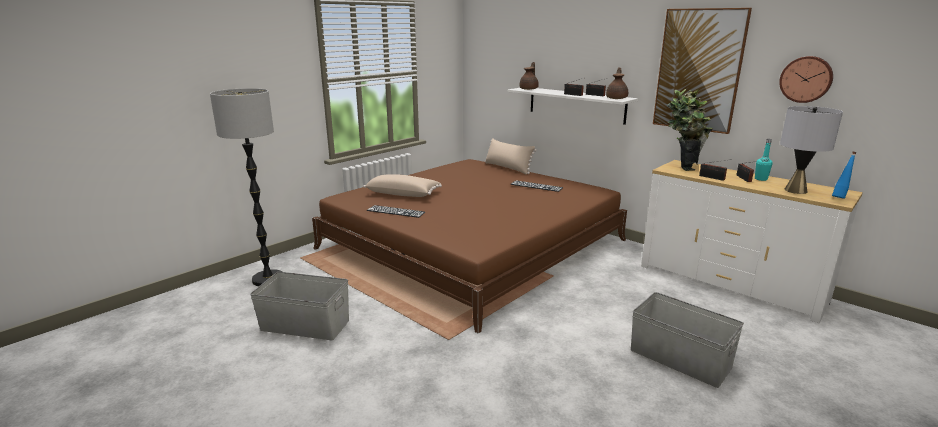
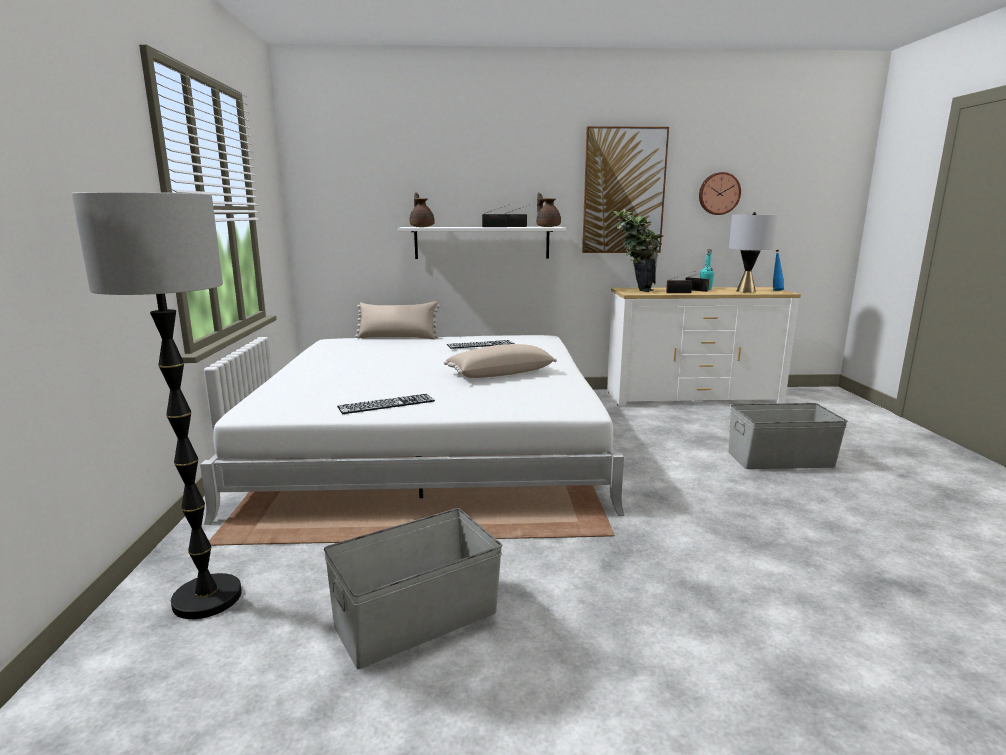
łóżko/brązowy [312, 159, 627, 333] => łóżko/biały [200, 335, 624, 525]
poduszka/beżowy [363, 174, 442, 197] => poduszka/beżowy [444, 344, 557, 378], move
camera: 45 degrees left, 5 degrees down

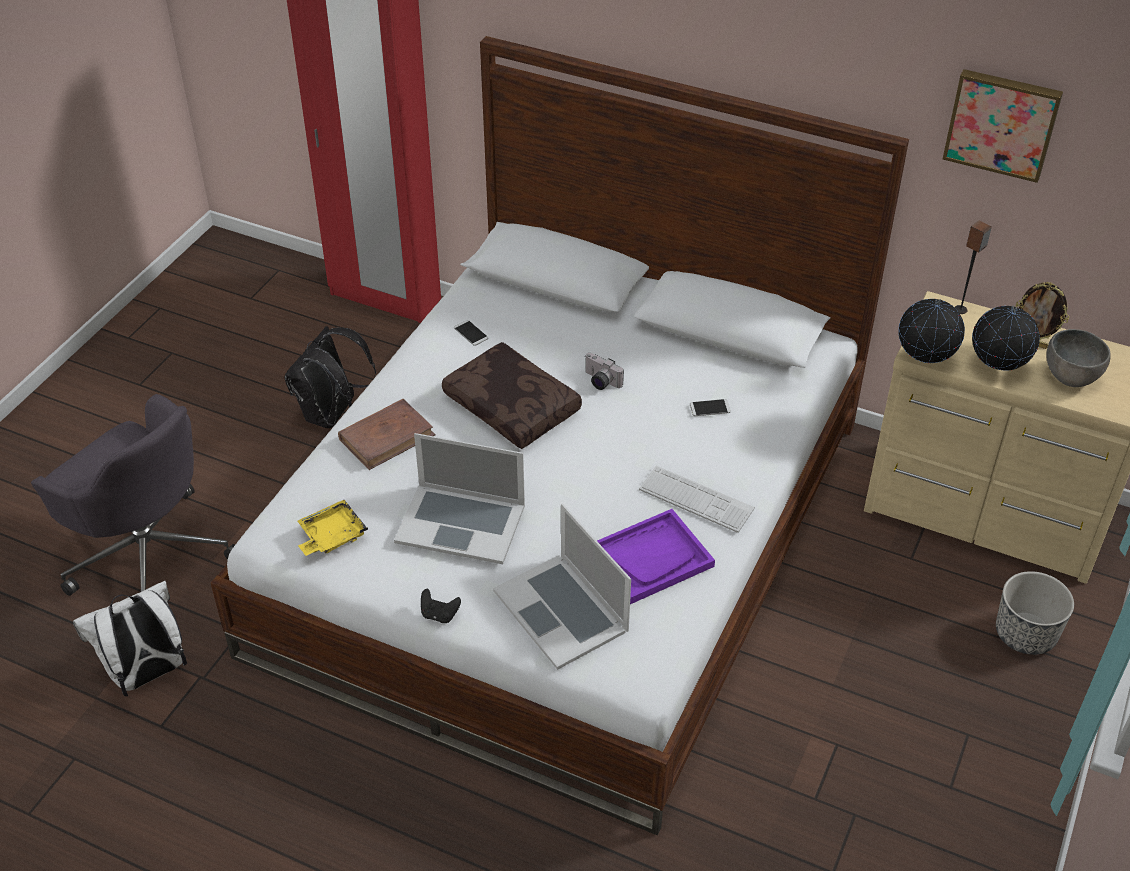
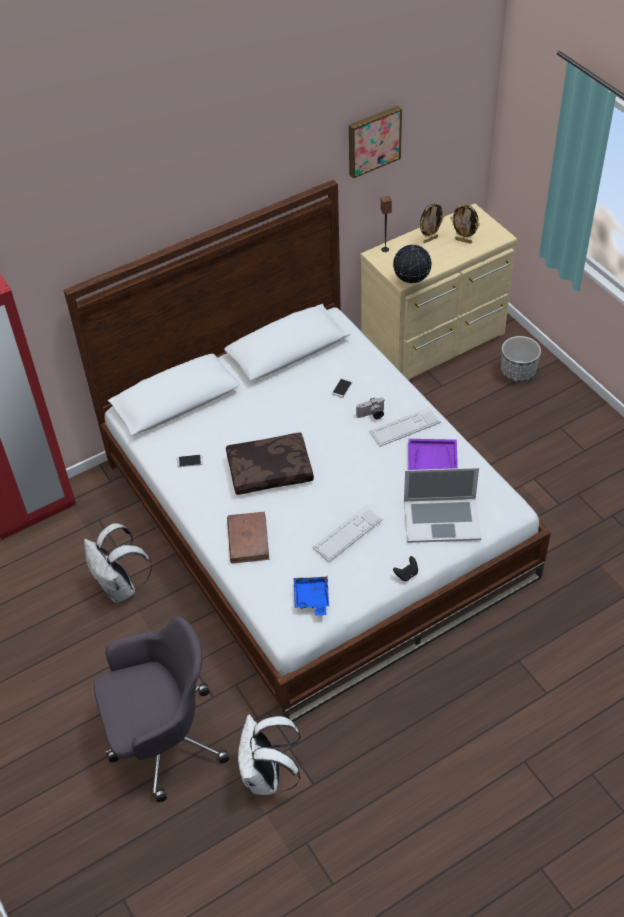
plecak/czarny [284, 326, 376, 428] => plecak/biały [84, 523, 152, 603]
taca/żółty [298, 500, 368, 556] => taca/niebieski [294, 577, 329, 616]
laptop [394, 433, 525, 564] => klawiatura [313, 505, 383, 562]
aparat fotograficzny [585, 353, 624, 390] => aparat fotograficzny [356, 398, 385, 419], move
globus [972, 306, 1040, 371] => nothing
miska/szary [1046, 329, 1111, 387] => ramka na zdjęcie [451, 204, 480, 244]
camera: 55 degrees left, 5 degrees up

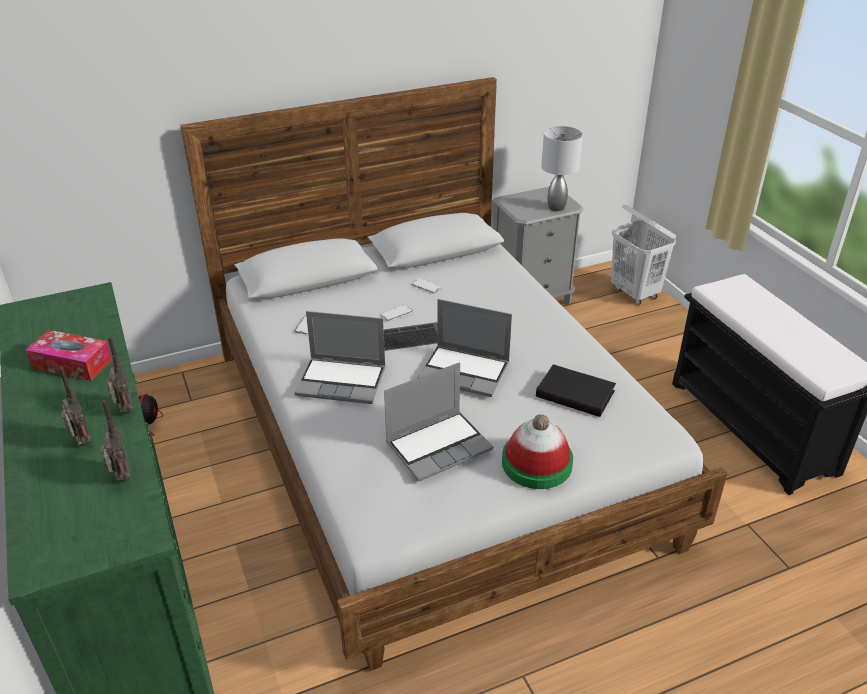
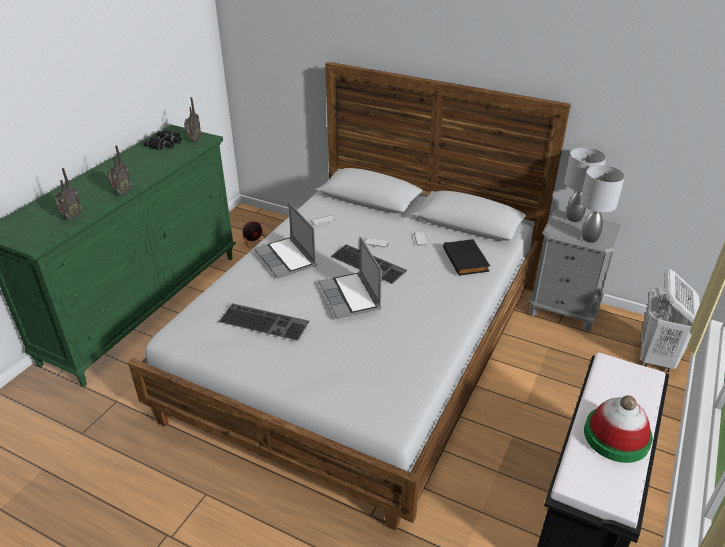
pudełko chusteczek [26, 330, 112, 381] => nothing
radio [59, 367, 91, 445] => radio [184, 97, 201, 142], move
laptop [384, 362, 493, 481] => klawiatura [219, 303, 309, 341]
kapelusz [502, 414, 573, 489] => kapelusz [584, 395, 653, 463], move
książka/czarny [536, 364, 616, 417] => książka/czarny [443, 239, 490, 276], move
nothing => lornetka/czarny [144, 129, 182, 150]
nothing => lampa stołowa/szary [564, 148, 606, 222]
camera: 50 degrees right, 0 degrees up

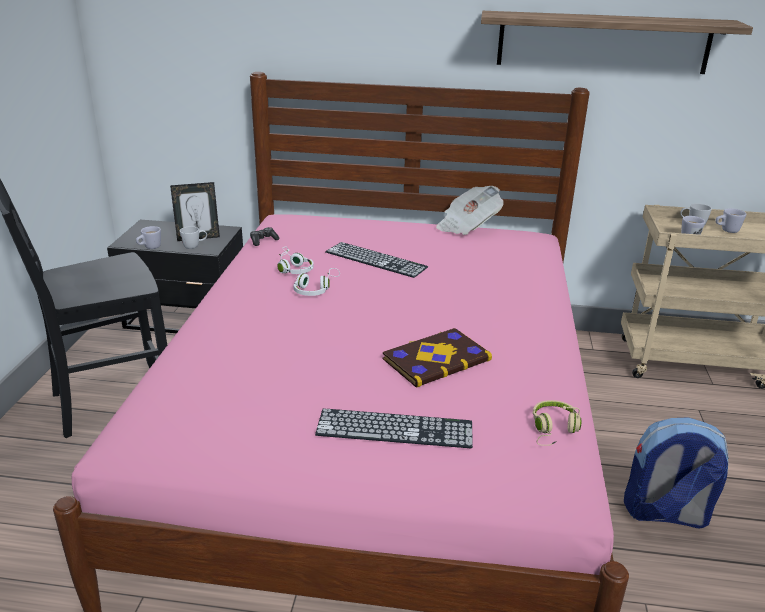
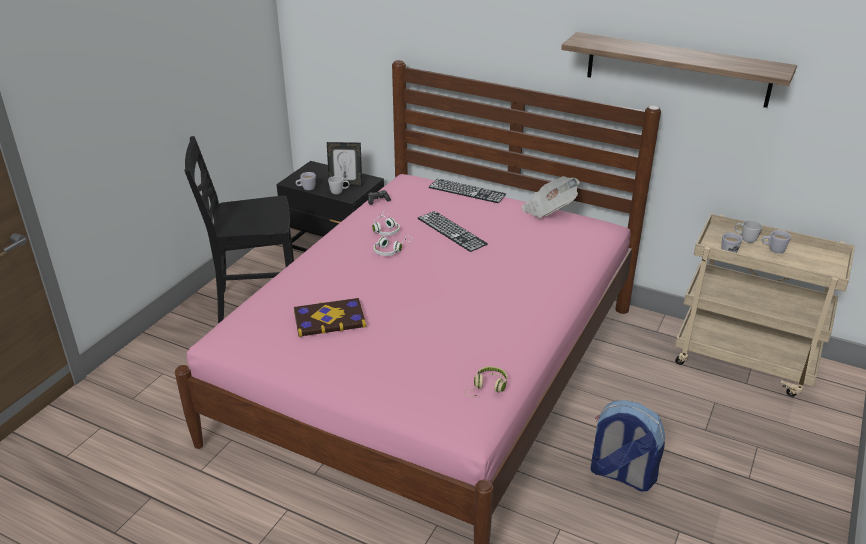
klawiatura [315, 409, 473, 448] => klawiatura [428, 179, 506, 203], move
książka [383, 328, 492, 388] => książka [294, 298, 366, 337], move
camera: 20 degrees right, 5 degrees up

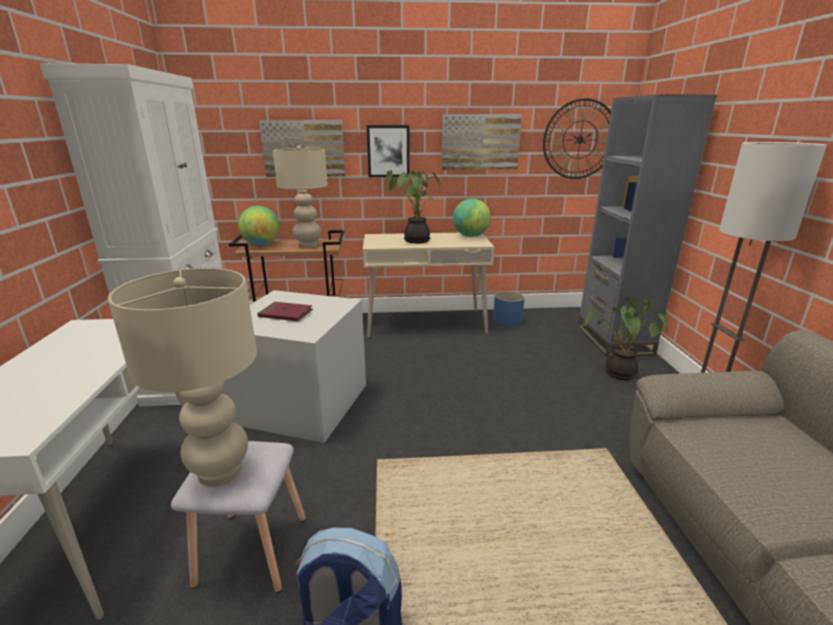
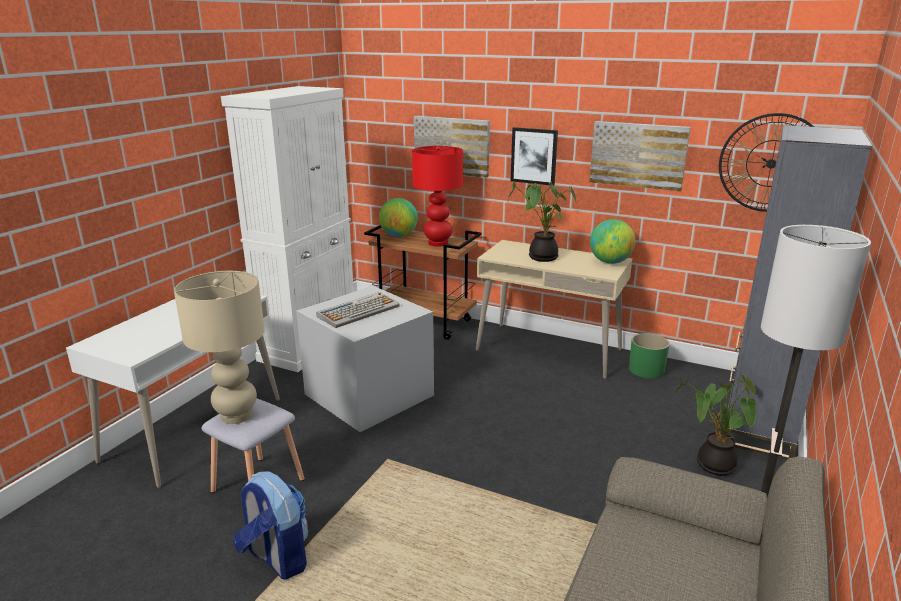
książka/czerwony [257, 302, 313, 322] => klawiatura [316, 292, 400, 328]
lampa stołowa/beżowy [273, 146, 328, 248] => lampa stołowa/czerwony [412, 146, 463, 247]
donica/niebieski [493, 291, 525, 326] => donica/zielony [629, 333, 669, 379]
camera: 30 degrees right, 0 degrees up

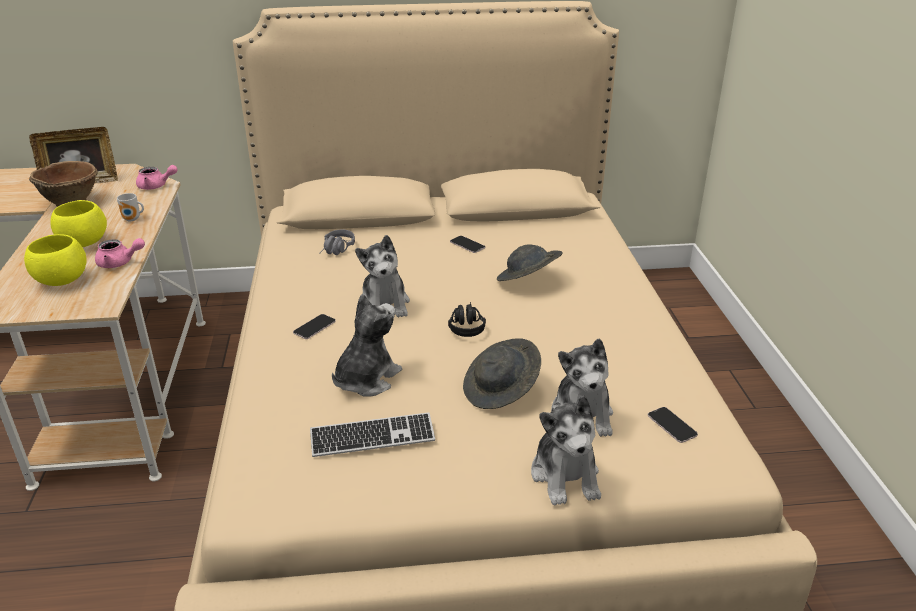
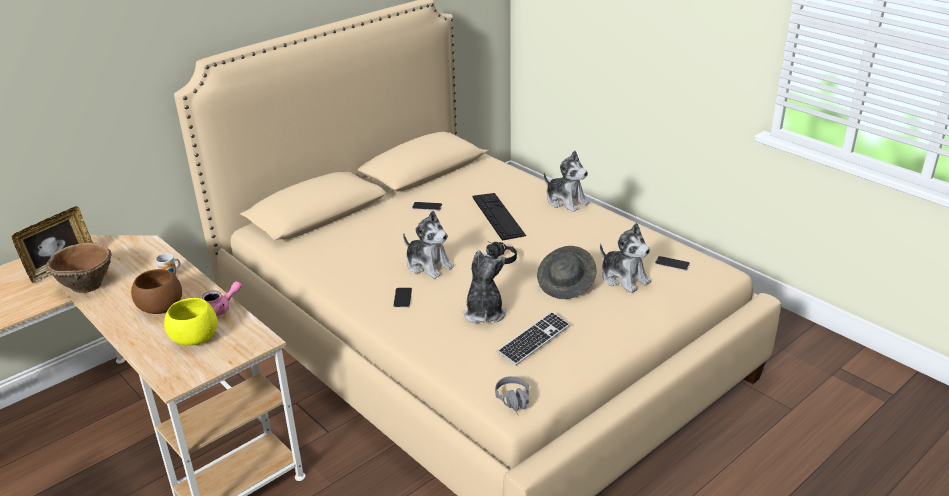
miska/żółty [50, 200, 107, 247] => miska/brązowy [131, 269, 182, 314]
imbryk/różowy [136, 165, 178, 190] => nothing
słuchawki/szary [319, 229, 355, 255] => słuchawki/szary [495, 376, 529, 416], move
kapelusz/szary [497, 245, 562, 281] => klawiatura [472, 193, 526, 241]
pluszak [531, 396, 601, 505] => pluszak [544, 151, 590, 212], move
camera: 35 degrees left, 0 degrees up

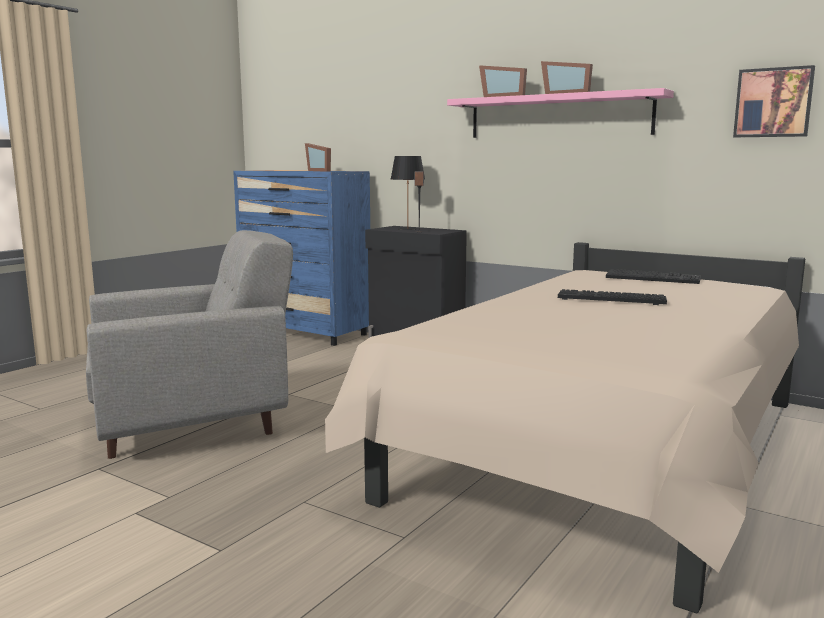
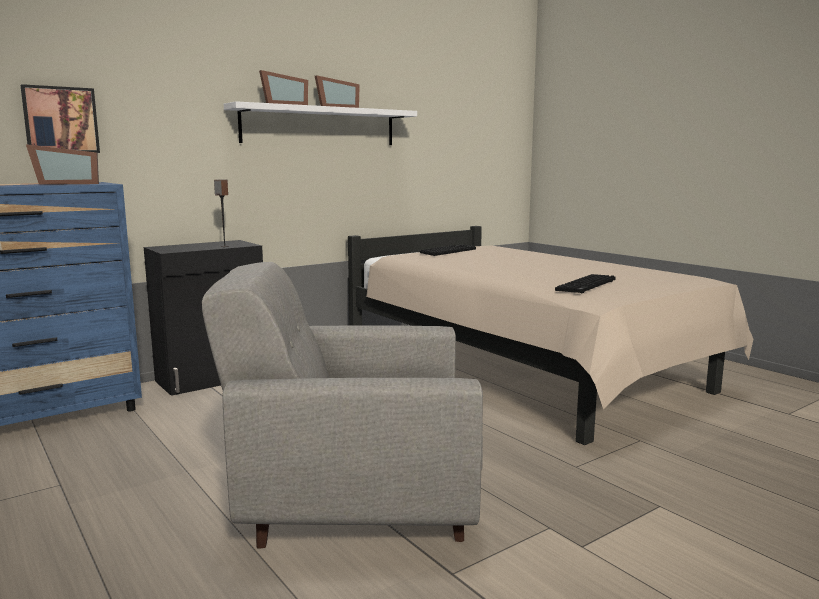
fotel/szary [86, 230, 293, 459] => fotel/szary [202, 262, 483, 549], 90 degrees counterclockwise
lampa stołowa/czarny [391, 156, 425, 230] => nothing
półka/różowy [447, 88, 674, 138] => półka/biały [224, 101, 417, 145]
klawiatura [558, 289, 667, 305] => klawiatura [555, 274, 616, 293], move
obraz [733, 65, 815, 137] => obraz [20, 84, 100, 153], move
camera: 70 degrees left, 0 degrees up

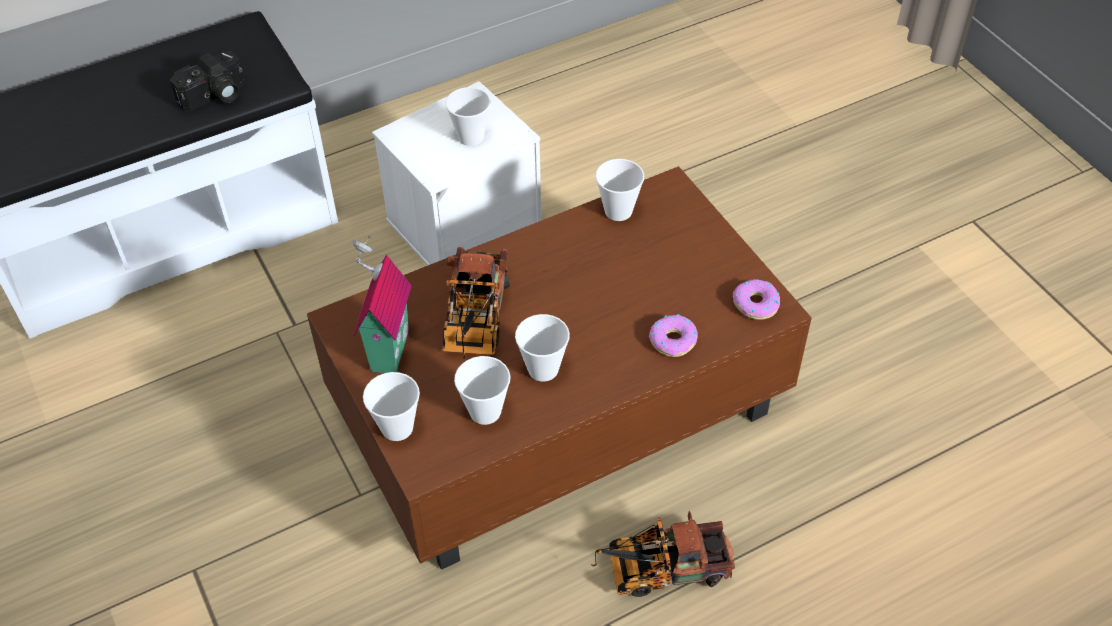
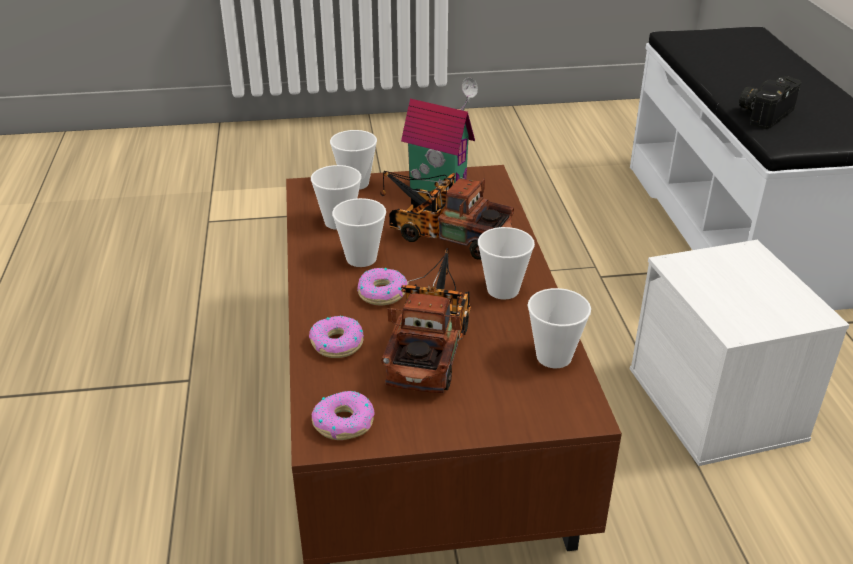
aparat fotograficzny [170, 51, 245, 112] => aparat fotograficzny [739, 76, 802, 129], 60 degrees clockwise
filiżanka [445, 87, 491, 146] => filiżanka [478, 227, 535, 300], move
ciężarówka zabawkowa [591, 511, 735, 597] => ciężarówka zabawkowa [381, 248, 471, 393], move
nothing => donut [357, 268, 407, 306]
camera: 110 degrees right, 15 degrees down

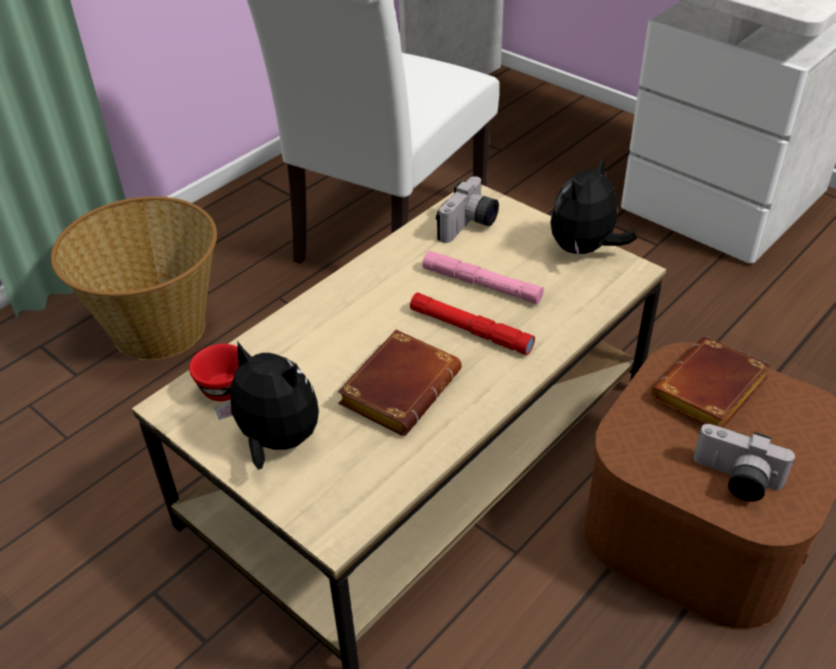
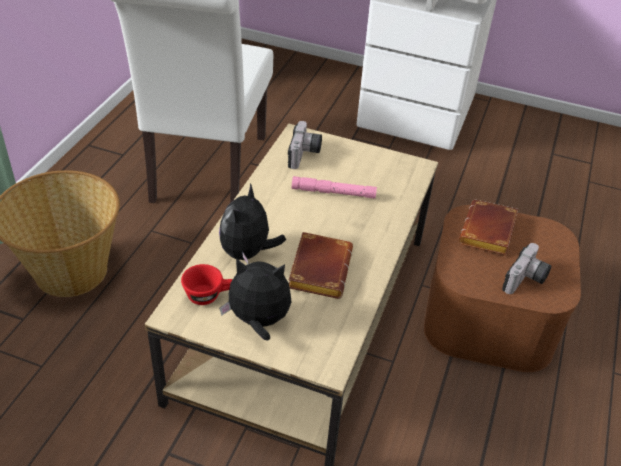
latarka/czerwony [410, 293, 535, 355] => nothing
pluszak [551, 156, 637, 256] => pluszak [219, 183, 286, 264], move
aparat fotograficzny [693, 424, 795, 502] => aparat fotograficzny [502, 243, 551, 294], 60 degrees counterclockwise
camera: 25 degrees left, 0 degrees up

